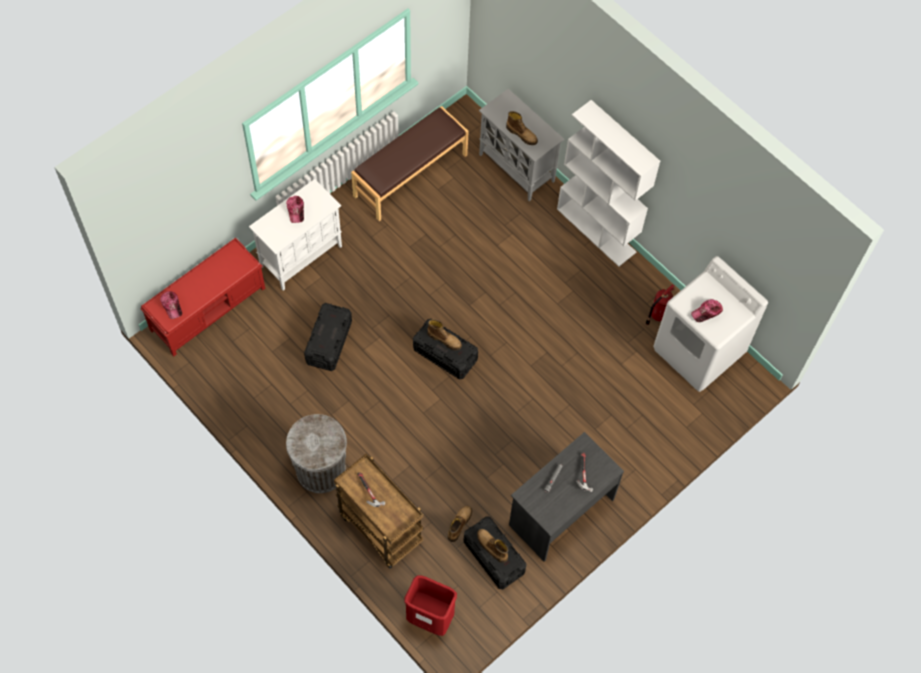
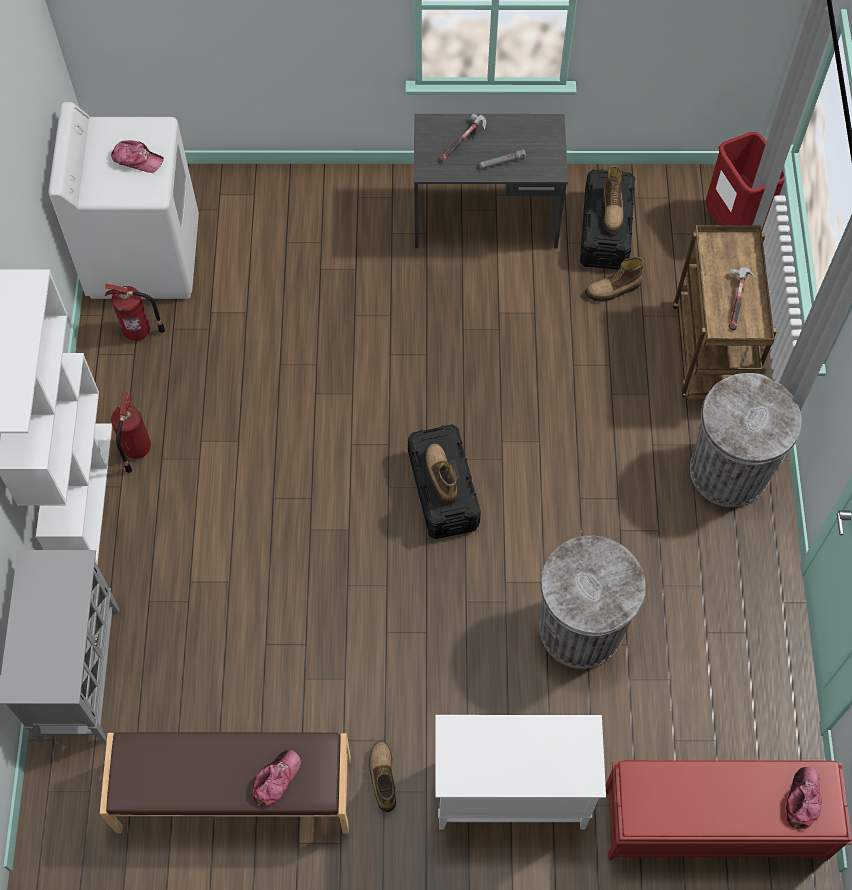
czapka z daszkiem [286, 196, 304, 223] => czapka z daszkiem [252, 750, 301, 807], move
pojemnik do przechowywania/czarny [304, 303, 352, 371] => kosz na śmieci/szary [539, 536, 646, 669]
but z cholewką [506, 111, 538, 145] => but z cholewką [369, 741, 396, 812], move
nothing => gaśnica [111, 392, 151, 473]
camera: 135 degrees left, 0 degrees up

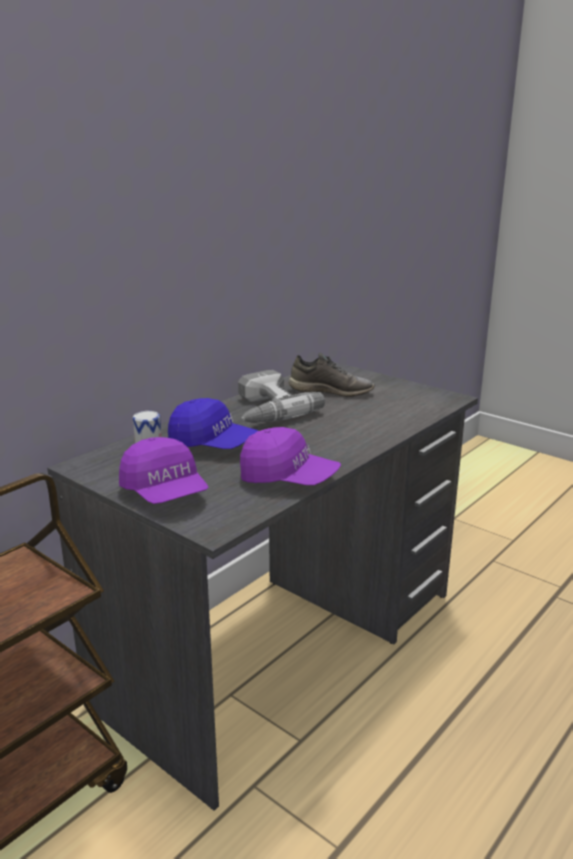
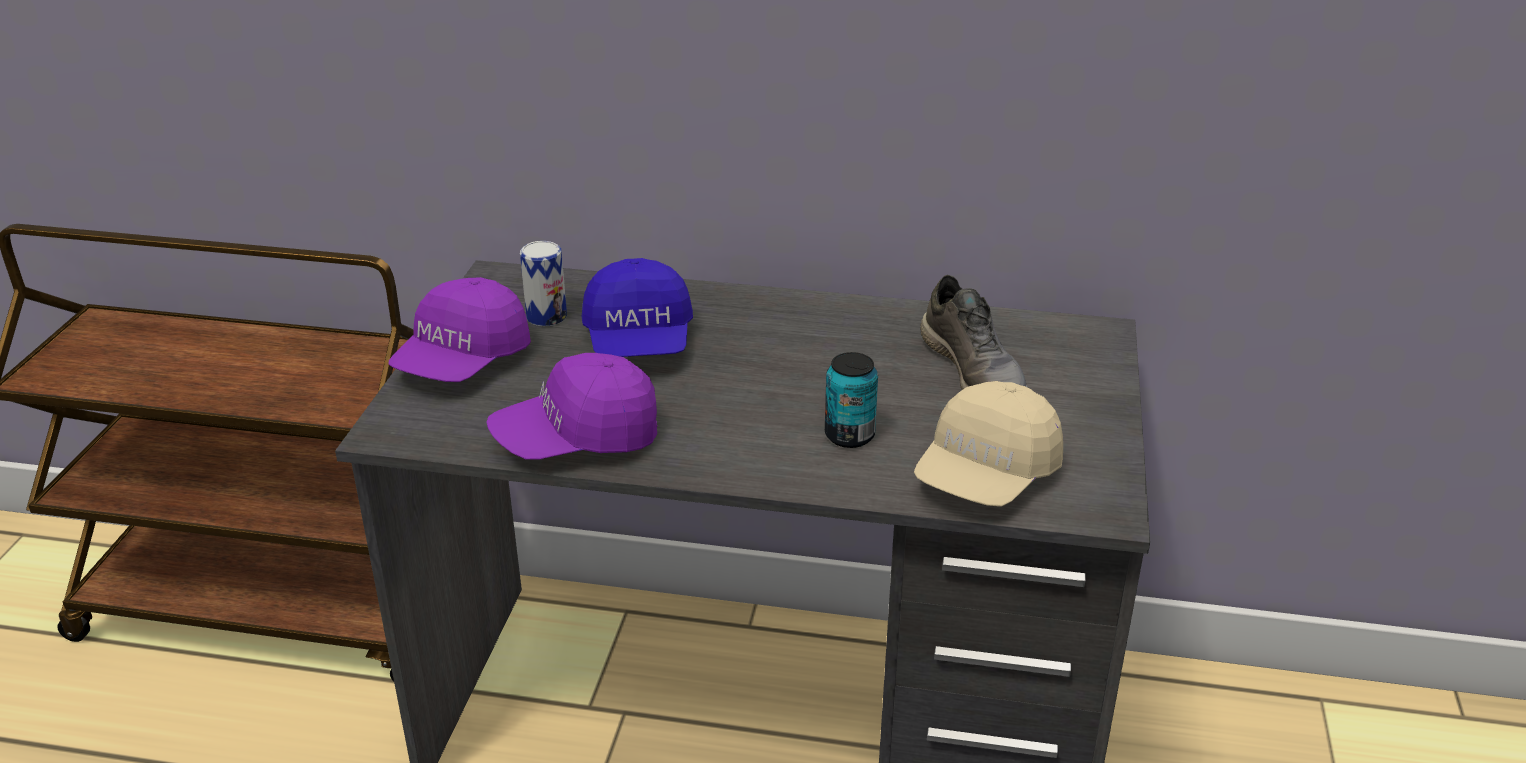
wiertarka [238, 370, 325, 423] => nothing
czapka z daszkiem/fioletowy [240, 427, 341, 485] => czapka z daszkiem/fioletowy [486, 353, 658, 460], 75 degrees clockwise
nothing => puszka [825, 352, 878, 448]
nothing => czapka z daszkiem/beżowy [914, 381, 1063, 507]
camera: 60 degrees right, 10 degrees up

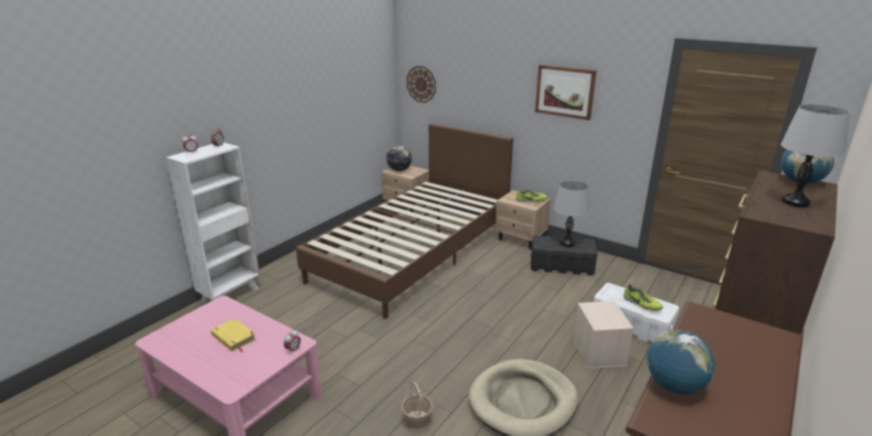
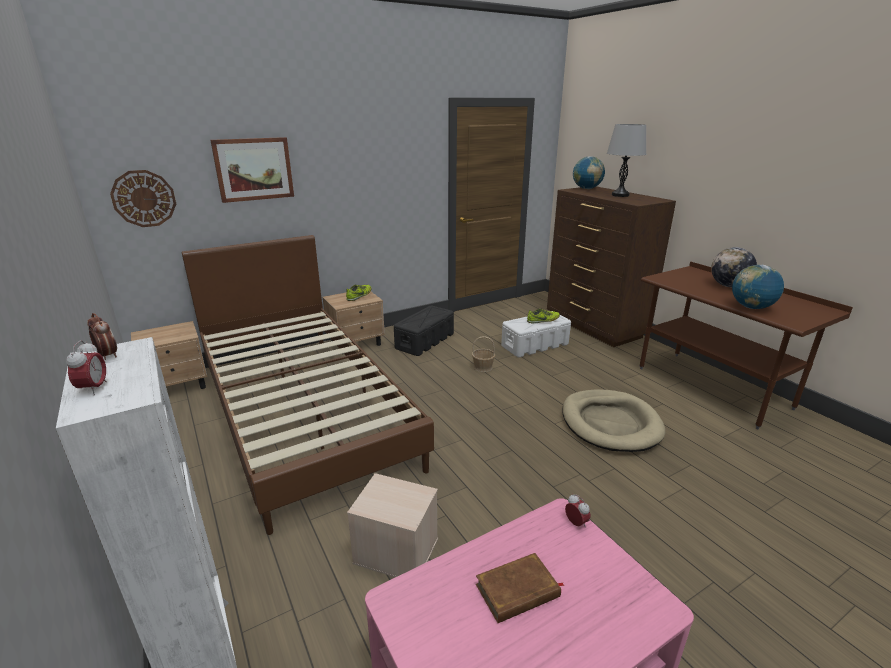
książka/żółty [211, 318, 257, 353] => książka/brązowy [476, 553, 564, 623]
globus [386, 146, 412, 171] => globus [711, 247, 757, 287], move
koszyk [401, 382, 433, 431] => koszyk [472, 336, 495, 372], move
obraz [535, 65, 596, 120] => obraz [210, 137, 294, 203], move
lampa stołowa/szary [553, 180, 590, 247] => nothing
pojemnik do przechowywania/beżowy [573, 301, 634, 369] => pojemnik do przechowywania/beżowy [347, 473, 438, 577], move
camera: 65 degrees left, 0 degrees up

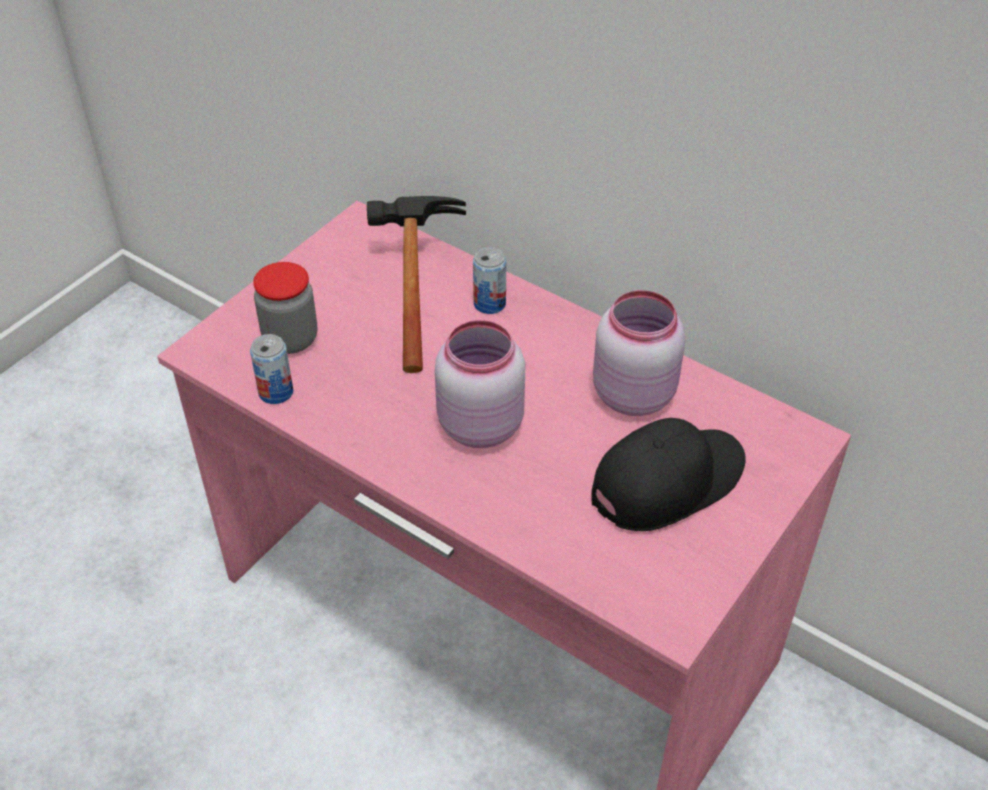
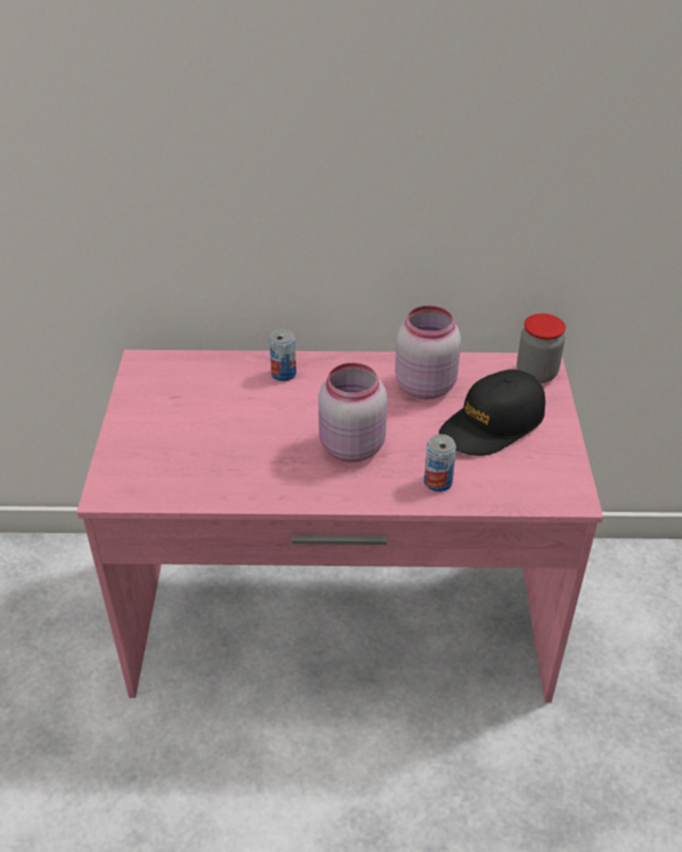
puszka [250, 334, 293, 404] => puszka [424, 434, 456, 492], move
słoik [253, 262, 317, 354] => słoik [517, 314, 566, 383], move
młotek [367, 196, 466, 373] => nothing
czapka z daszkiem/czarny [591, 418, 746, 531] => czapka z daszkiem/czarny [439, 369, 546, 456], 150 degrees counterclockwise
camera: 35 degrees left, 5 degrees down

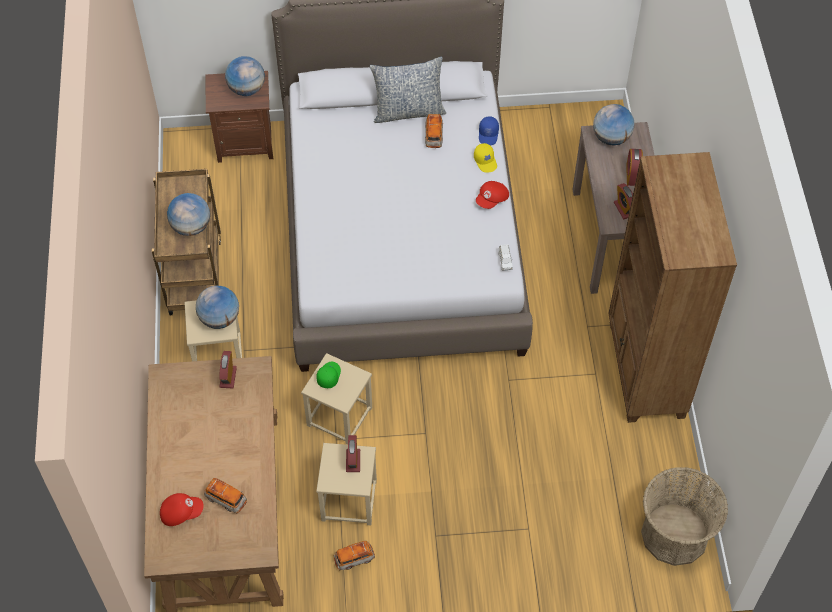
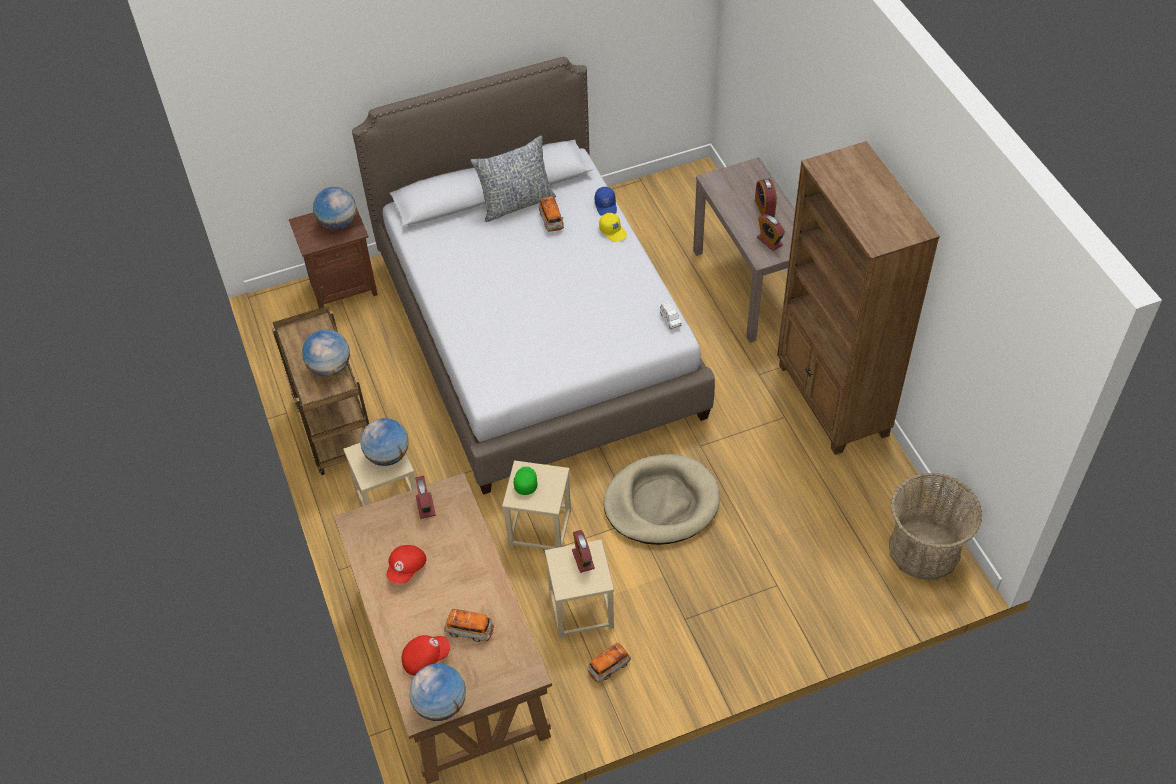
czapka z daszkiem/czerwony [476, 181, 509, 209] => czapka z daszkiem/czerwony [386, 545, 426, 584], move
globus [593, 104, 634, 145] => globus [409, 663, 466, 721], move
nothing => legowisko/beżowy [604, 454, 720, 545]
camera: 15 degrees left, 5 degrees down

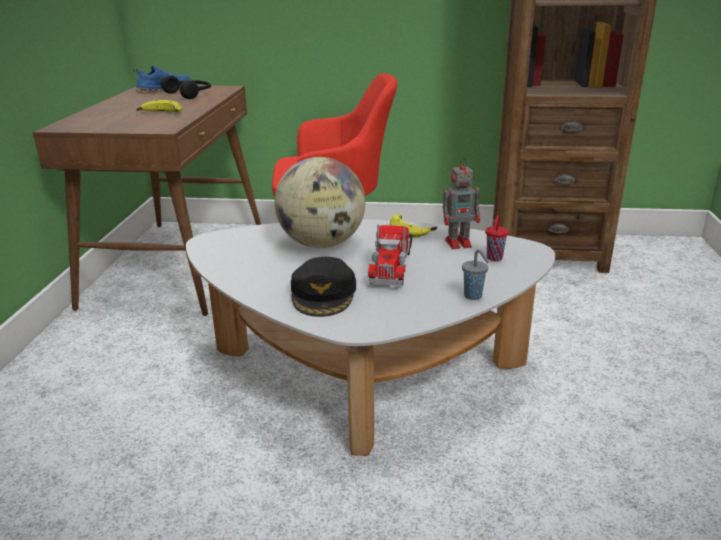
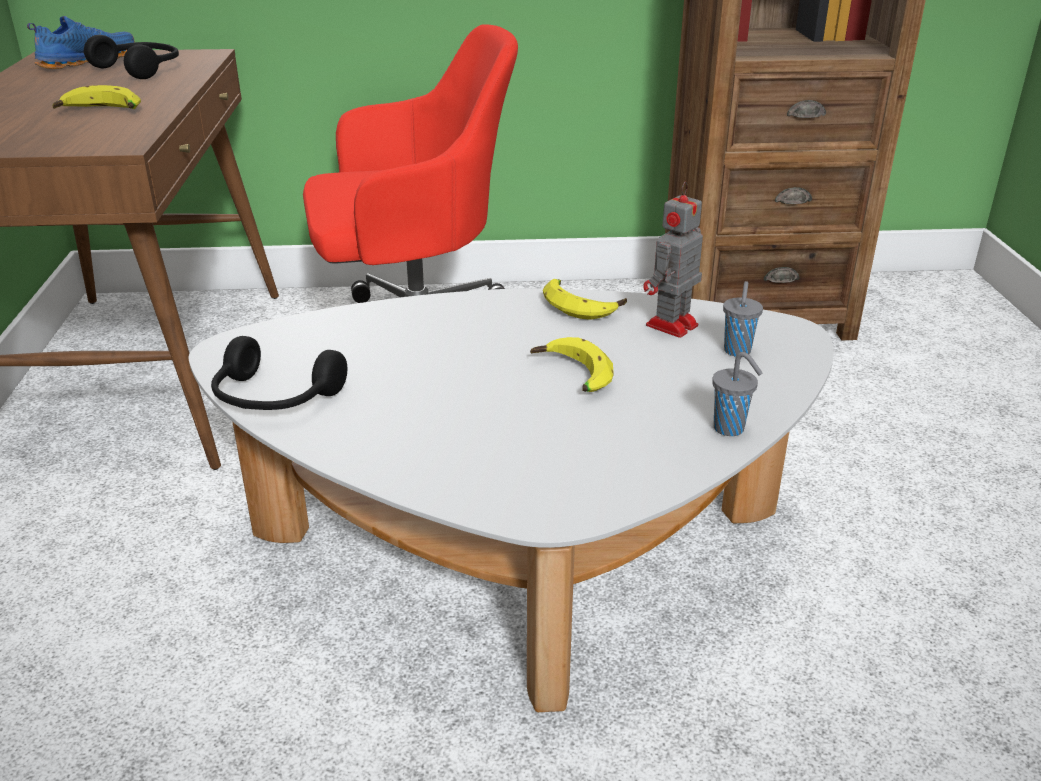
globus [274, 157, 365, 248] => nothing
czapka z daszkiem/czarny [291, 257, 356, 317] => nothing
ciężarówka zabawkowa [368, 224, 412, 286] => banan [530, 337, 613, 392]
robot zabawkowy [443, 158, 480, 249] => robot zabawkowy [643, 182, 703, 338], 150 degrees clockwise
filiżanka/czerwony [485, 215, 509, 261] => filiżanka/szary [723, 281, 763, 357]
nothing => słuchawki/czarny [211, 336, 347, 410]
camera: 10 degrees left, 5 degrees up

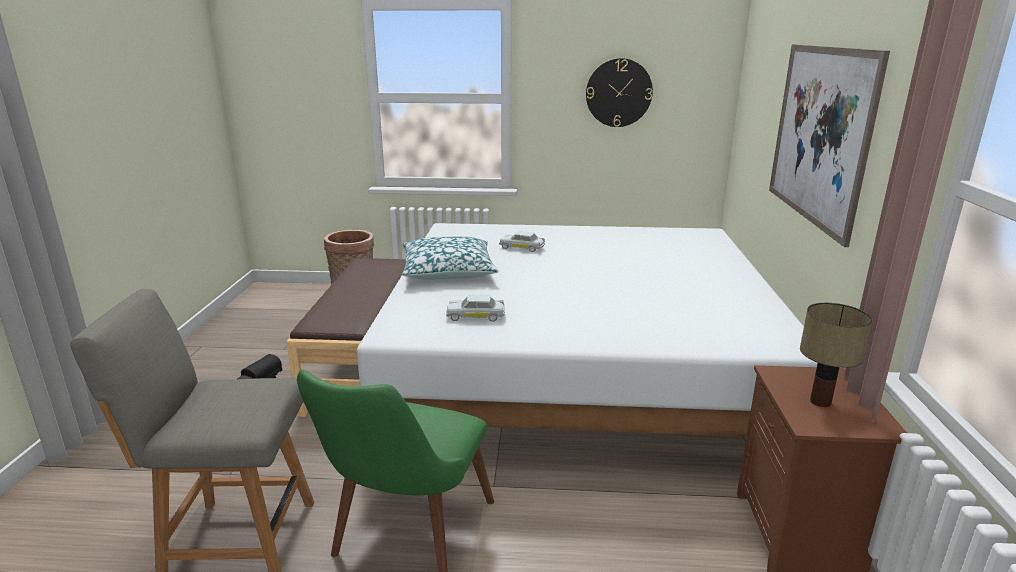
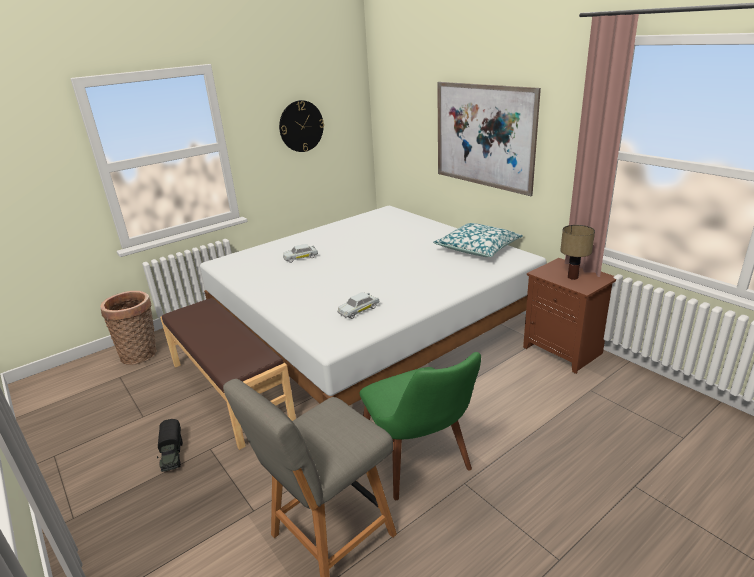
poduszka [402, 237, 499, 280] => poduszka [433, 223, 523, 257], move
camera: 40 degrees left, 5 degrees up

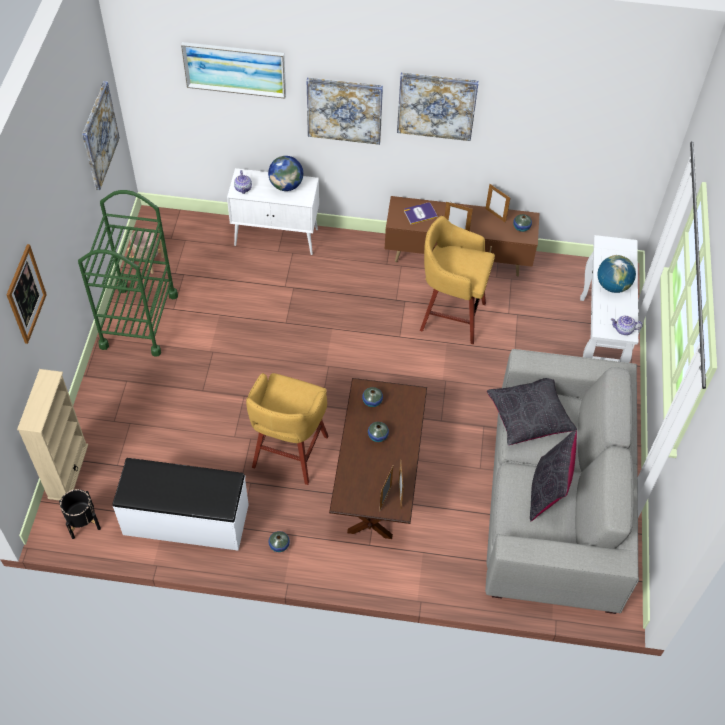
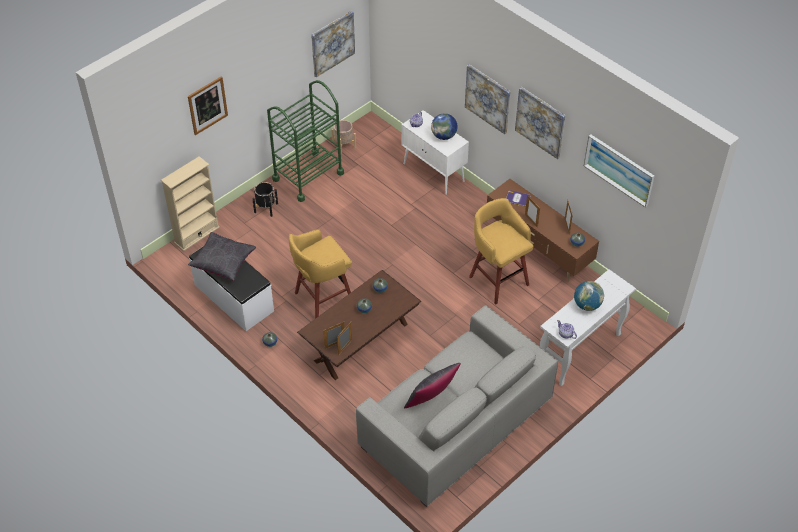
donica/czarny [59, 489, 101, 539] => donica/czarny [252, 182, 278, 217], move
obraz [181, 42, 286, 99] => obraz [584, 135, 654, 208], move
poduszka/czarny [487, 378, 577, 445] => poduszka/czarny [188, 232, 256, 281], move
camera: 40 degrees right, 5 degrees down

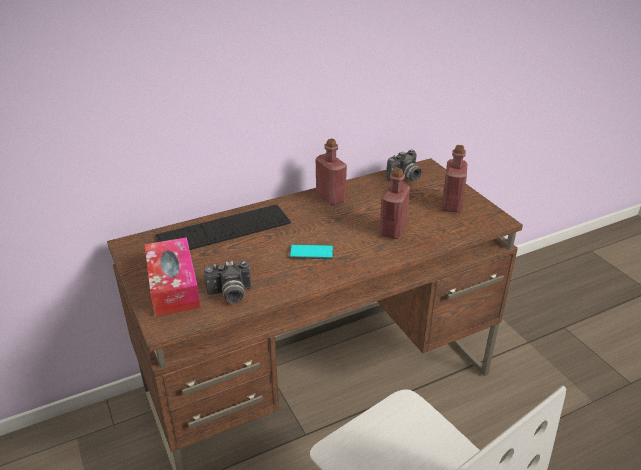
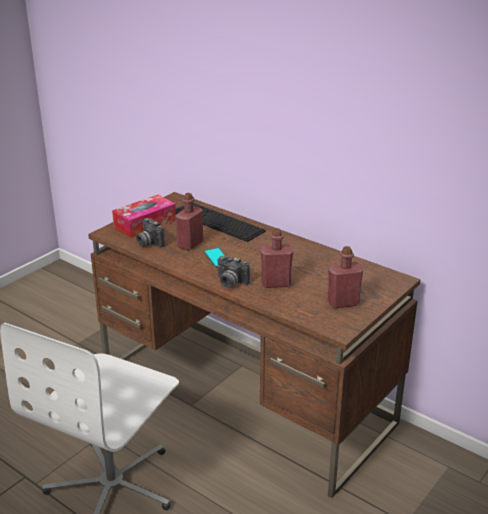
butelka/czerwony [316, 138, 347, 205] => butelka/czerwony [175, 193, 203, 251], move
aparat fotograficzny [386, 150, 421, 181] => aparat fotograficzny [218, 256, 250, 288], move
camera: 65 degrees right, 5 degrees down

